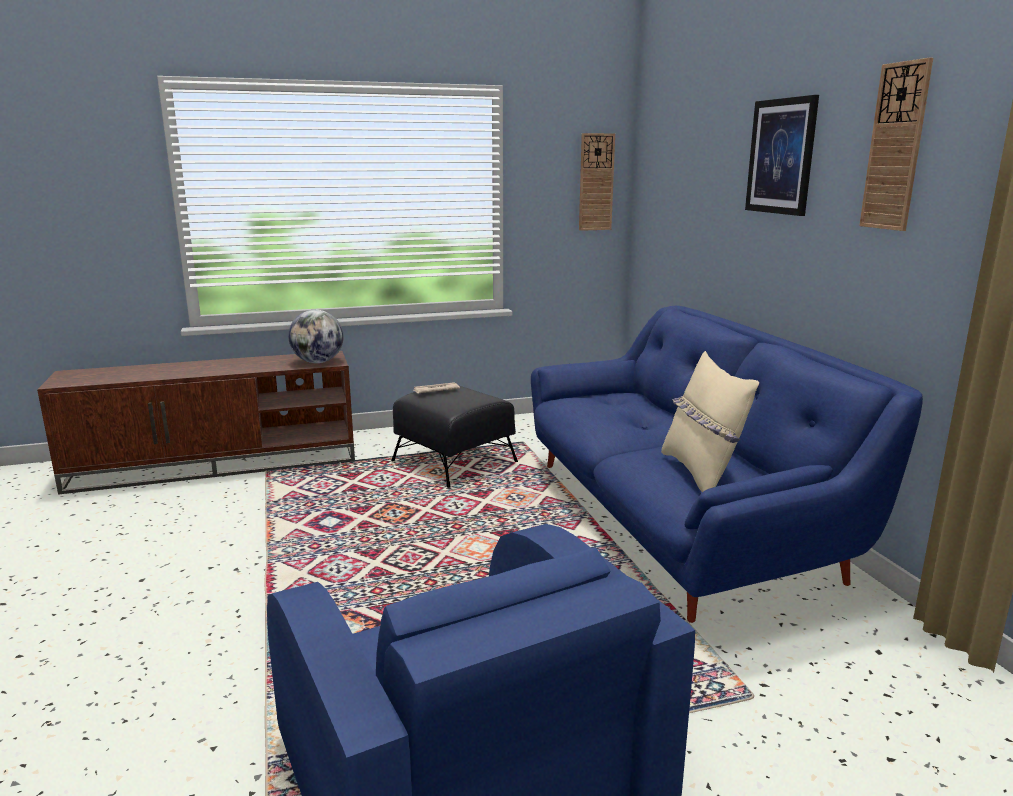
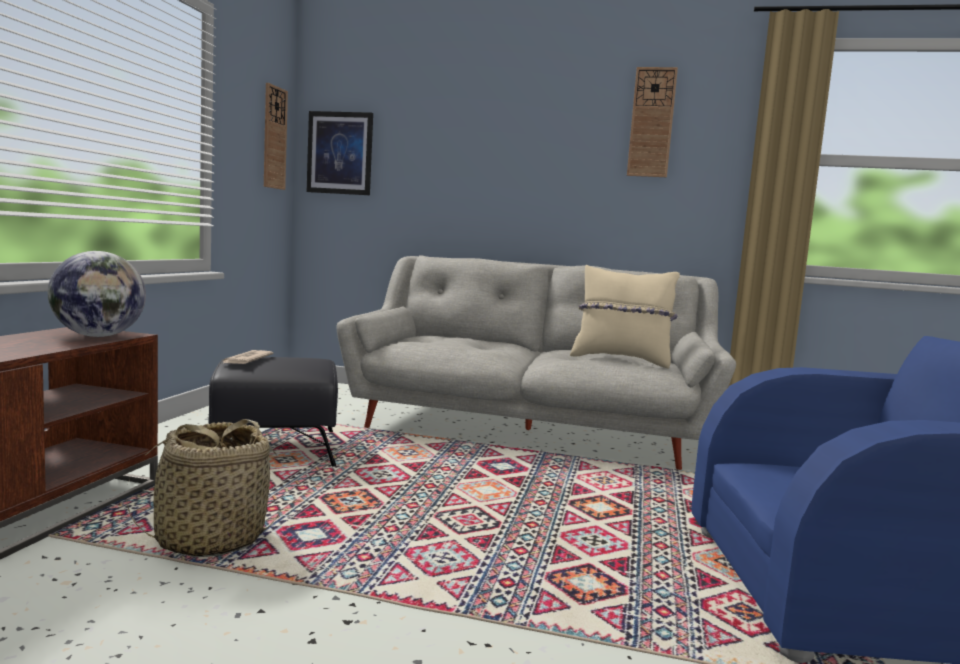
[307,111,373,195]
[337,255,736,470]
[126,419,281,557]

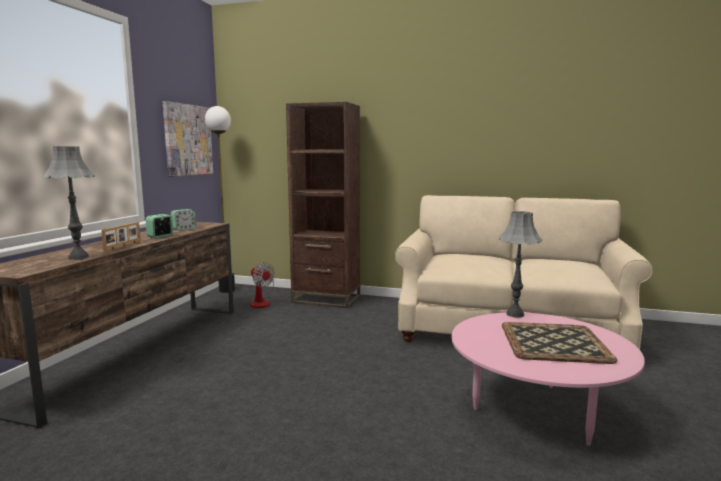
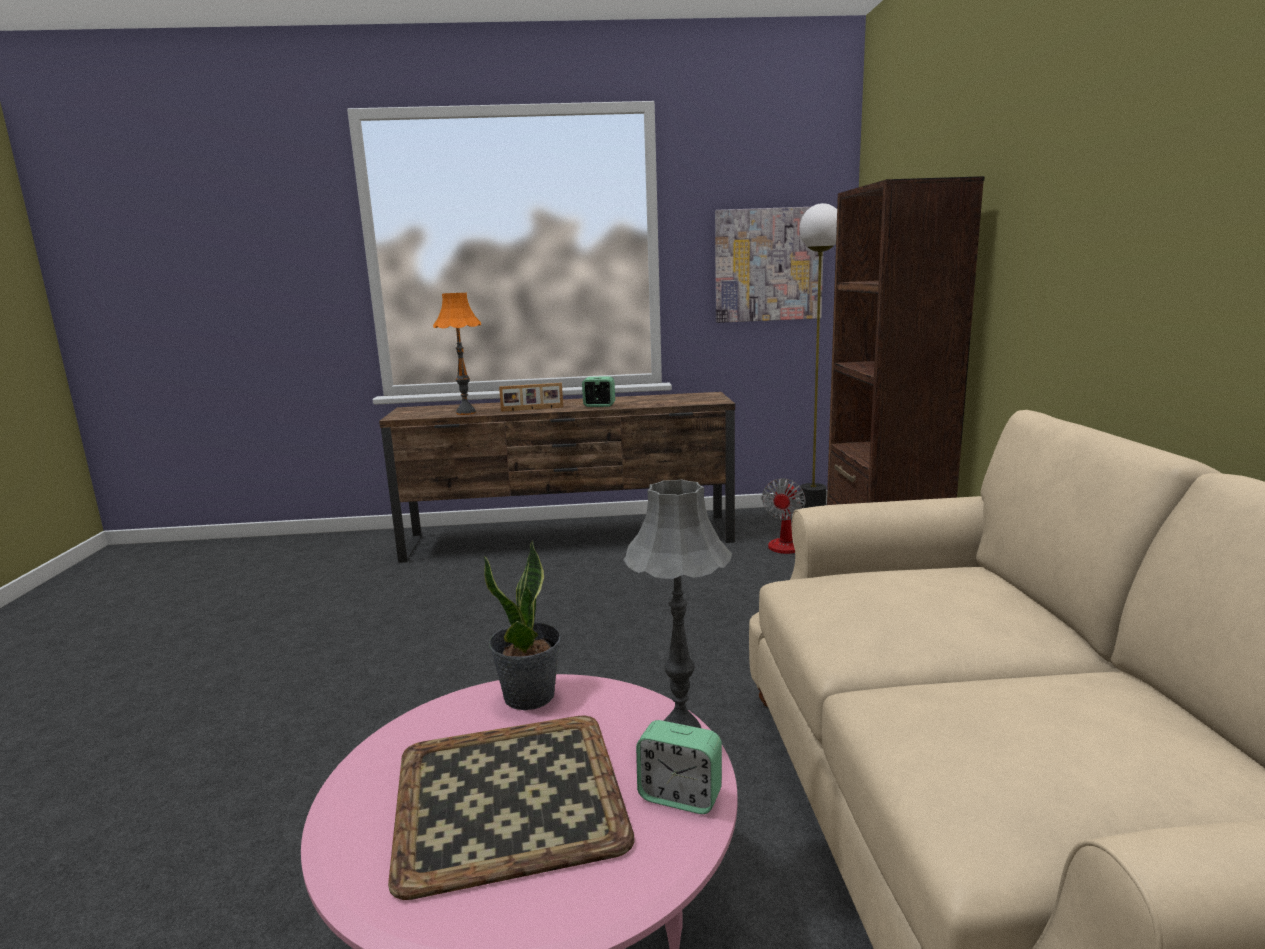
[433,293,481,415]
[636,720,722,814]
[484,540,561,710]

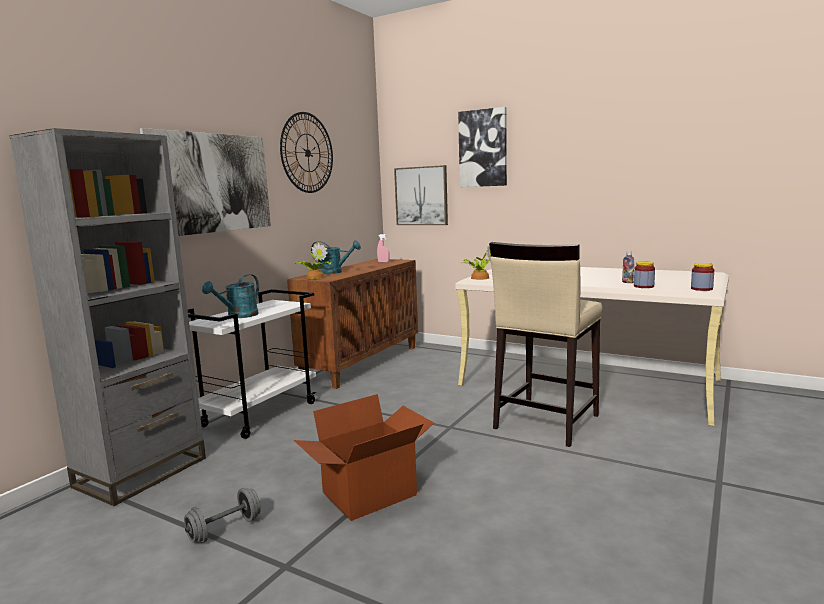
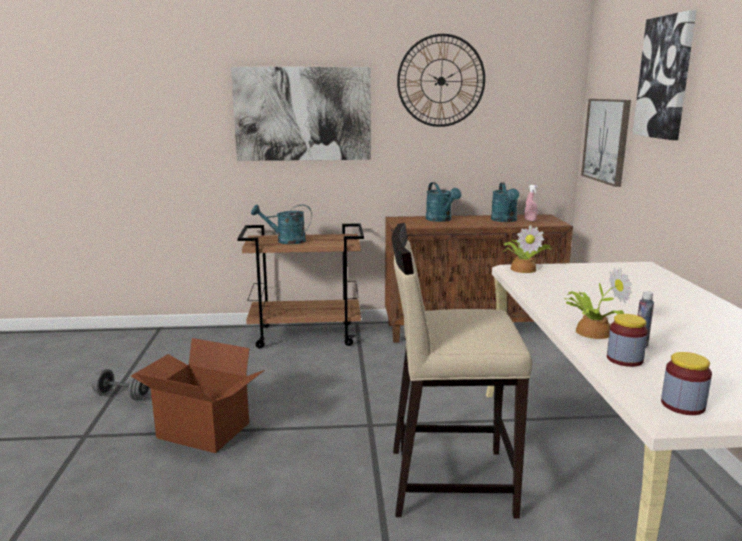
[9,128,206,506] (first image)
[565,268,632,339]
[237,223,364,349]
[491,182,519,222]

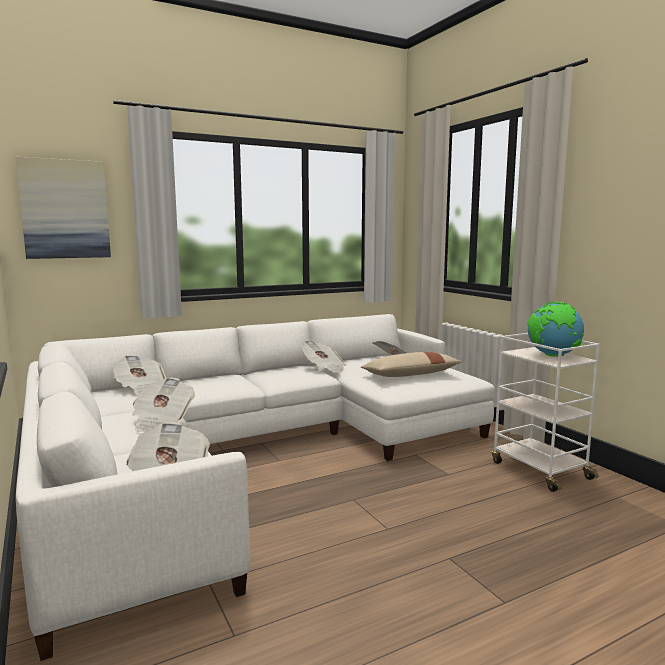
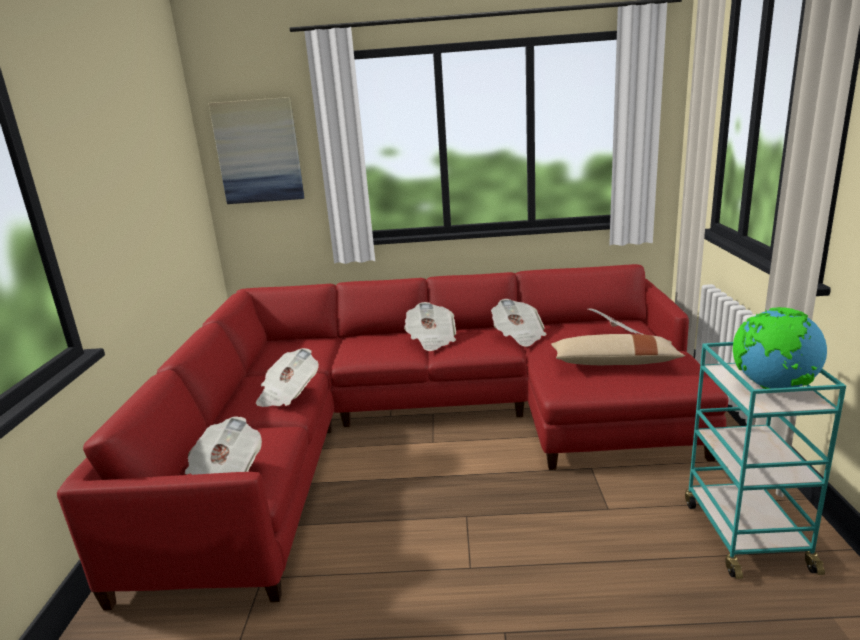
[57,264,728,610]
[685,342,846,579]
[404,302,456,351]

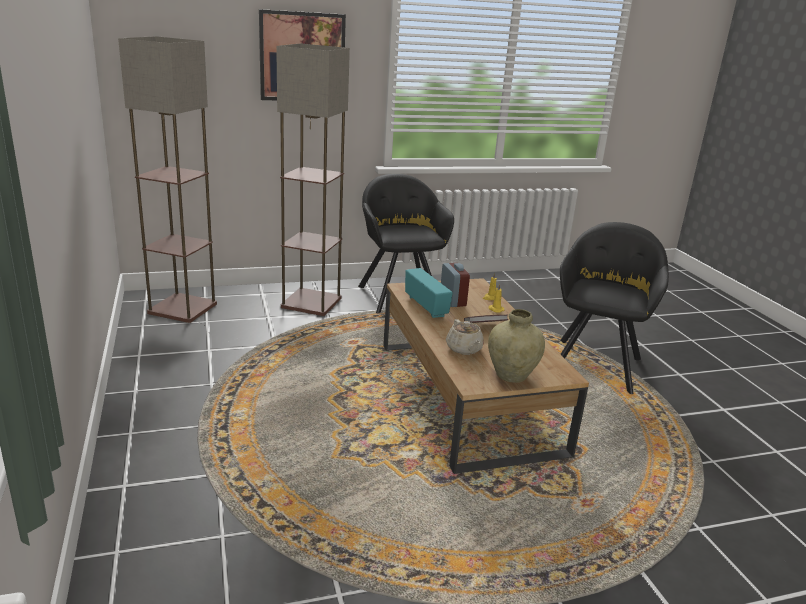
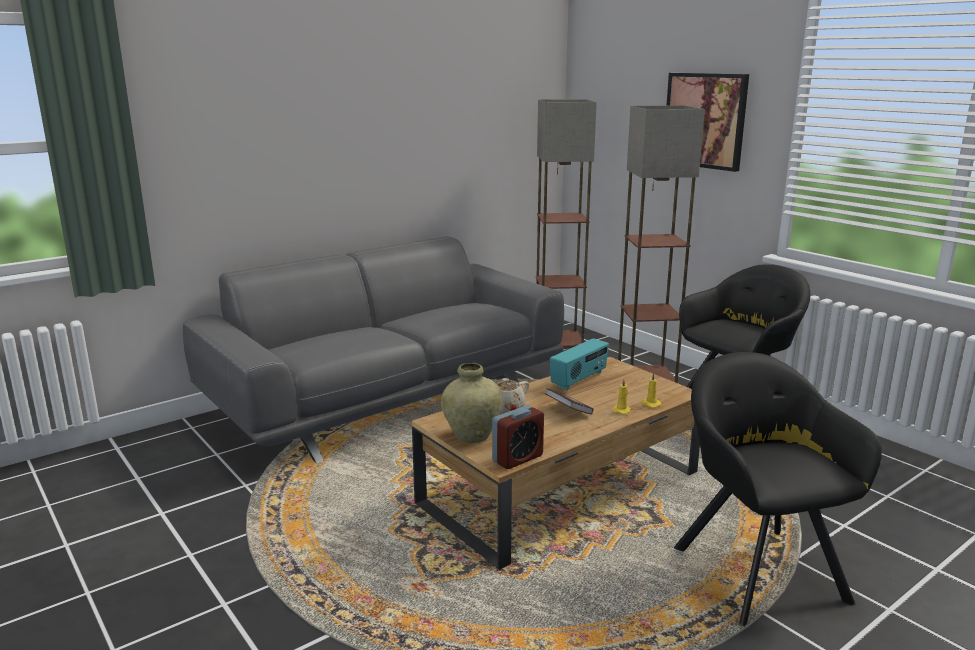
[674,352,882,626]
[492,405,544,469]
[183,236,564,463]

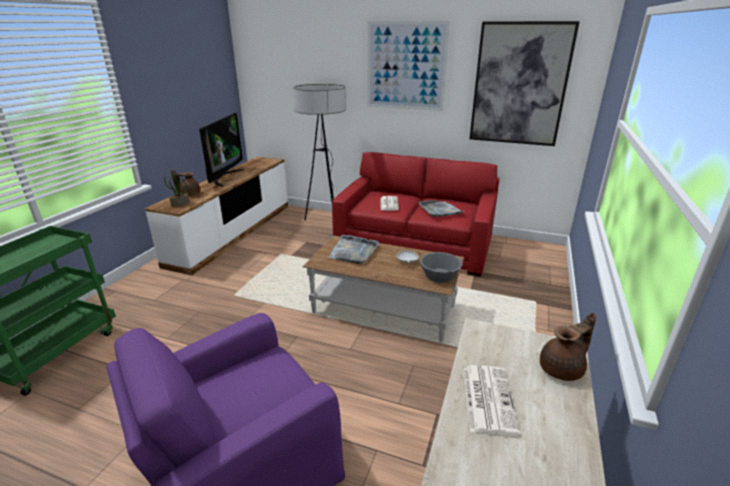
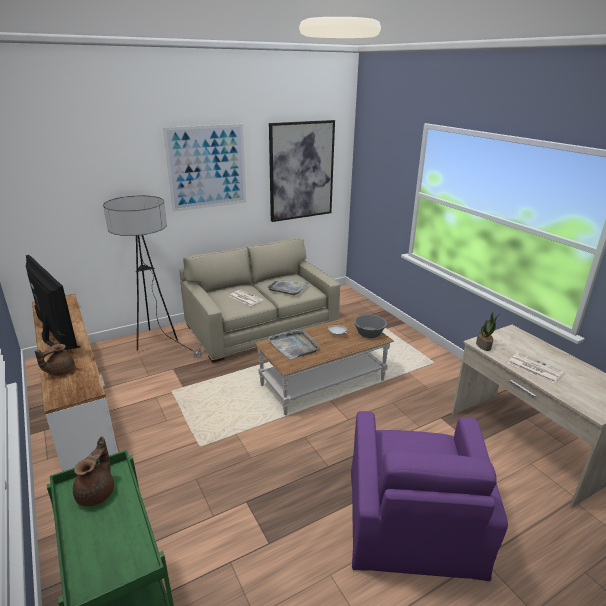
[179,238,340,363]
[476,312,500,351]
[73,436,114,507]

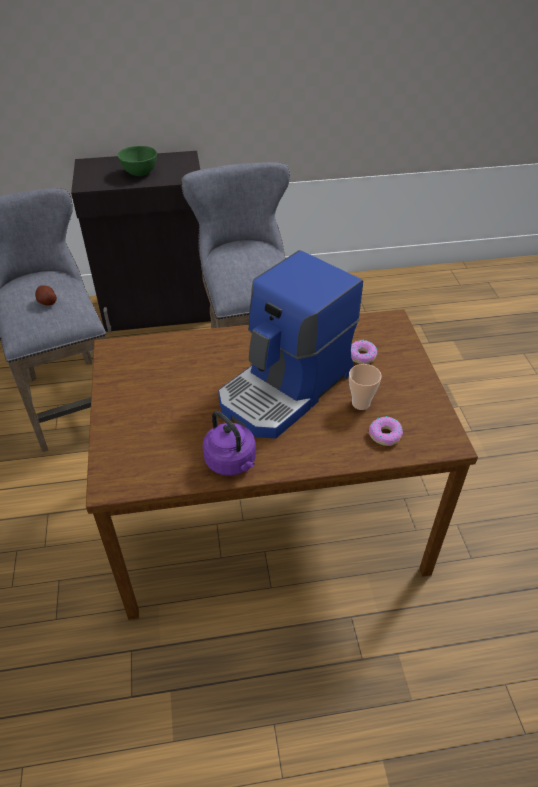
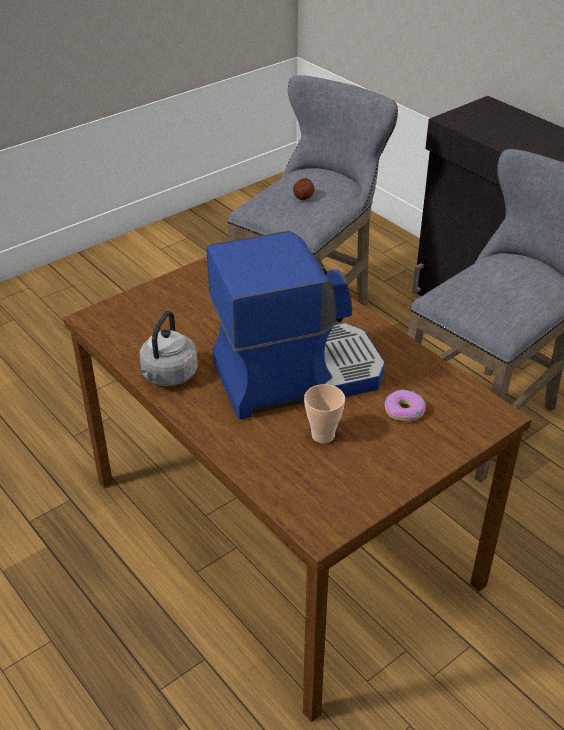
[118,146,157,176] (first image)
[207,231,385,420]
[140,311,198,386]
[369,416,403,446] (first image)

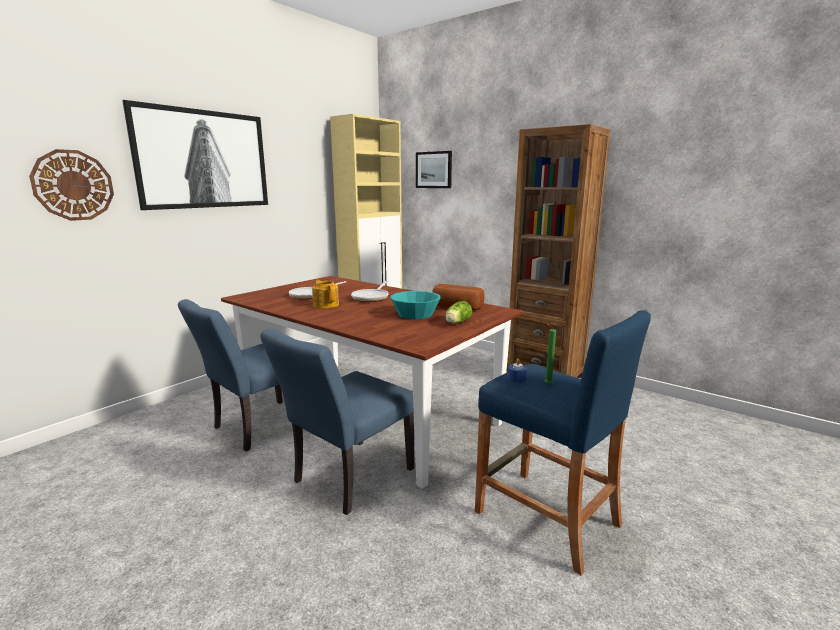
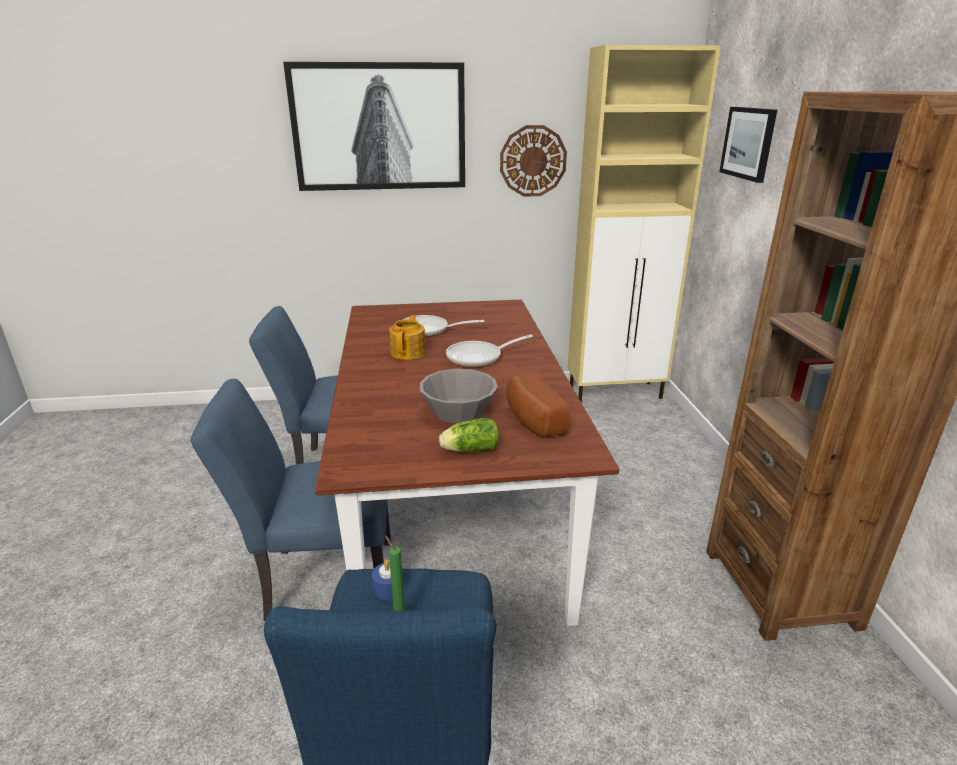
[500,125,567,197]
[420,369,498,423]

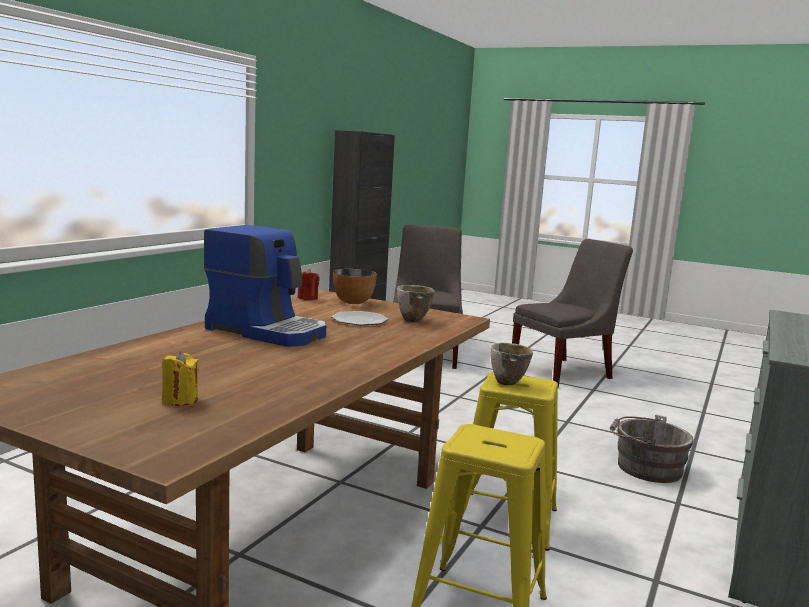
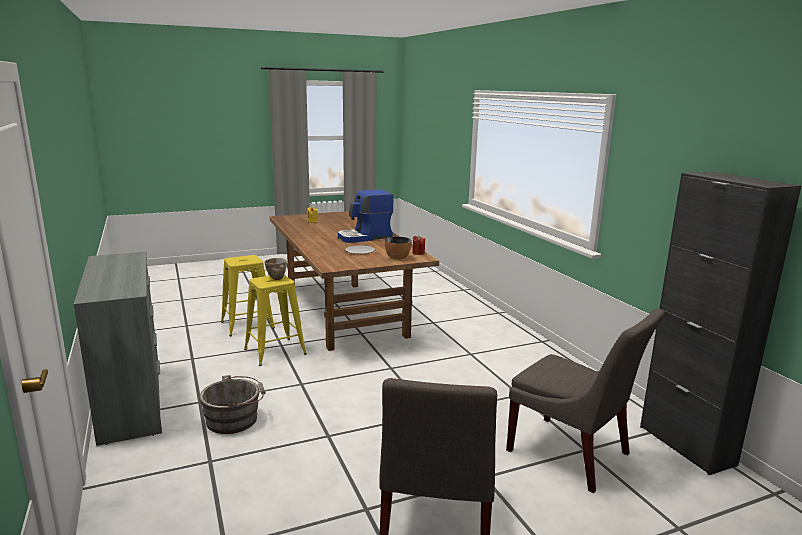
[397,285,435,322] (first image)

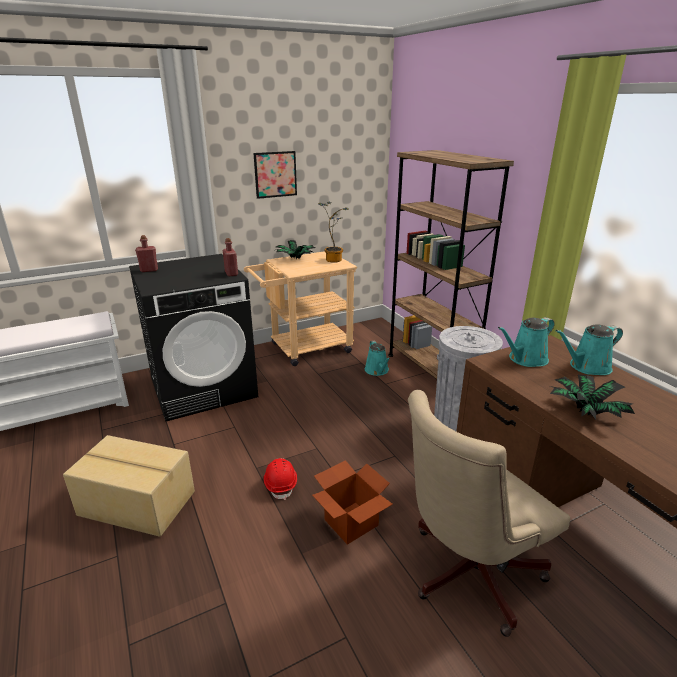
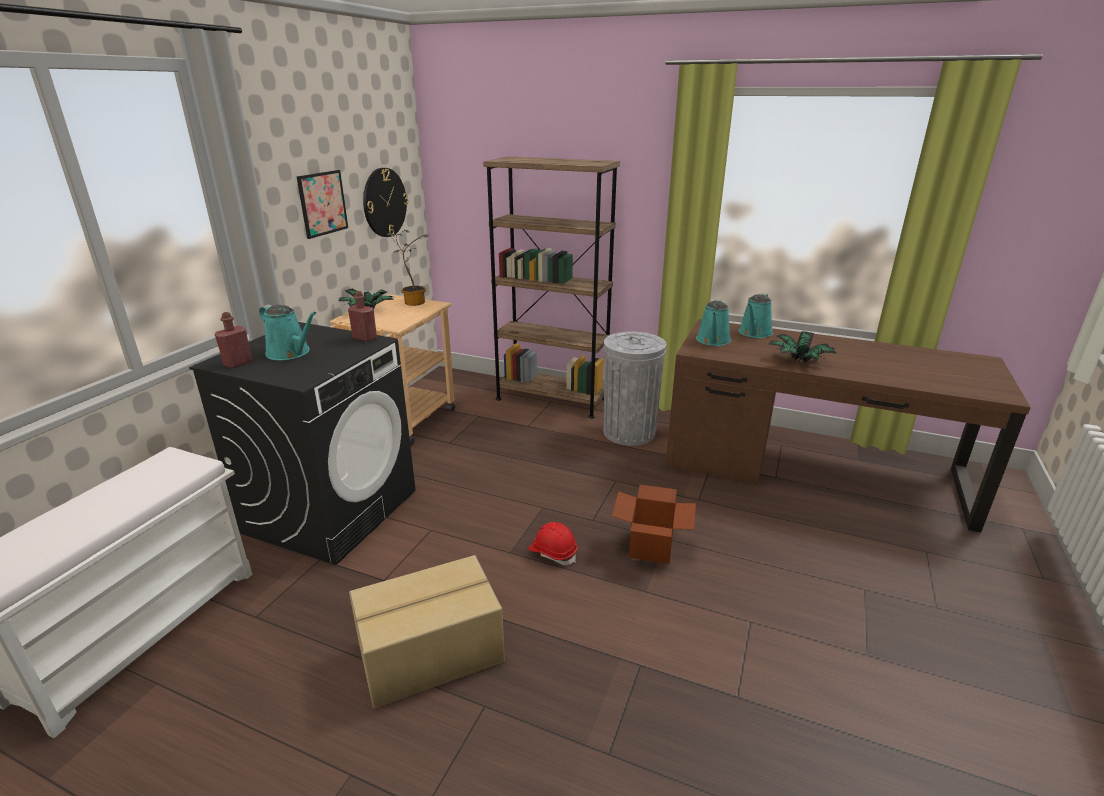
[259,305,317,360]
[408,390,570,637] (first image)
[363,168,408,237]

